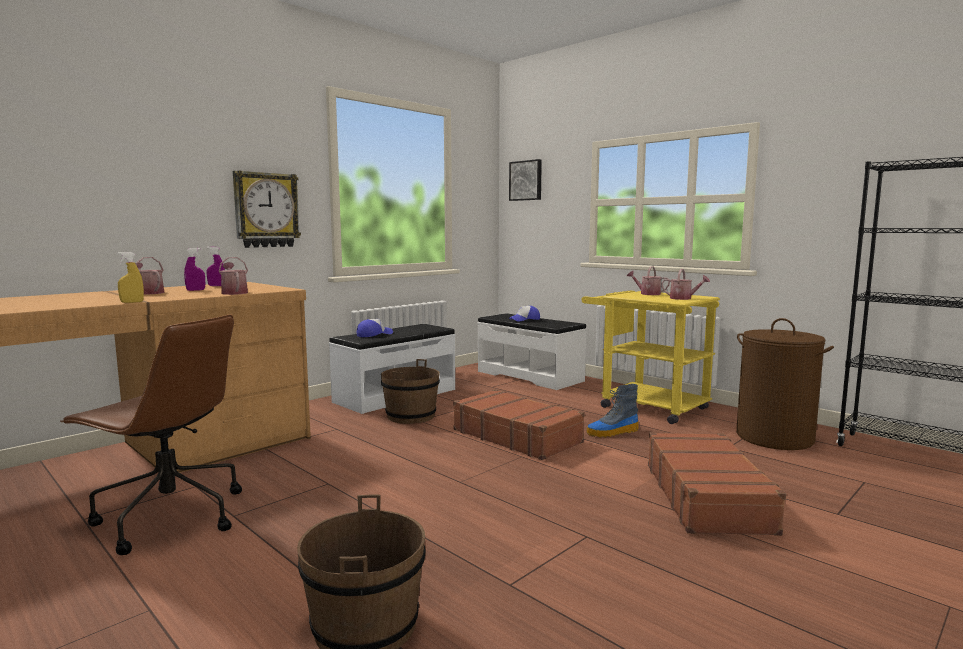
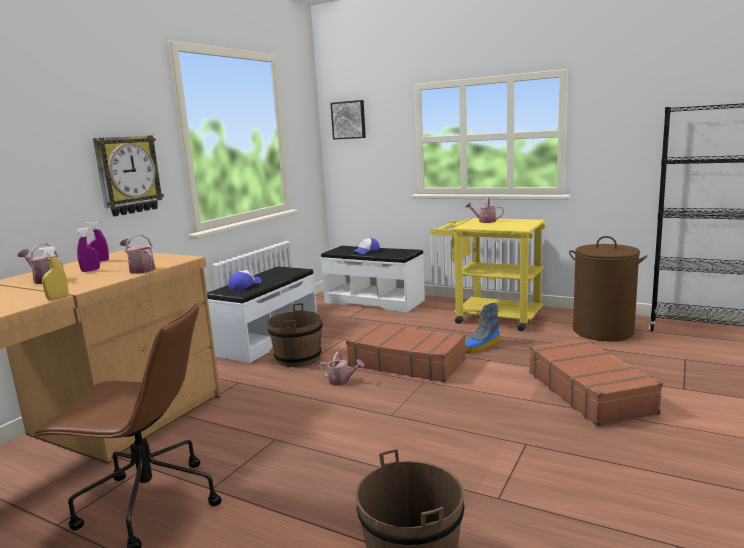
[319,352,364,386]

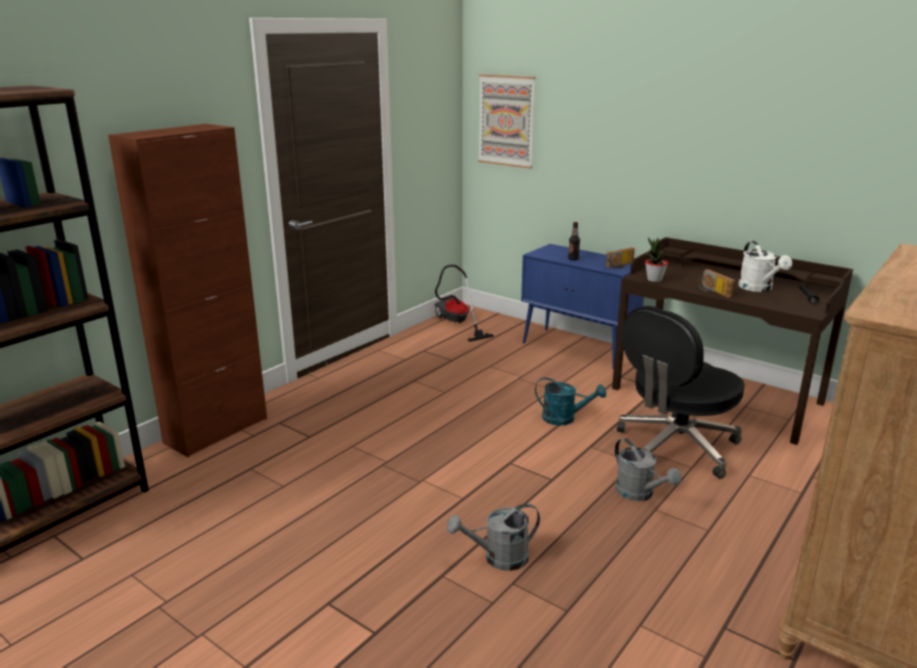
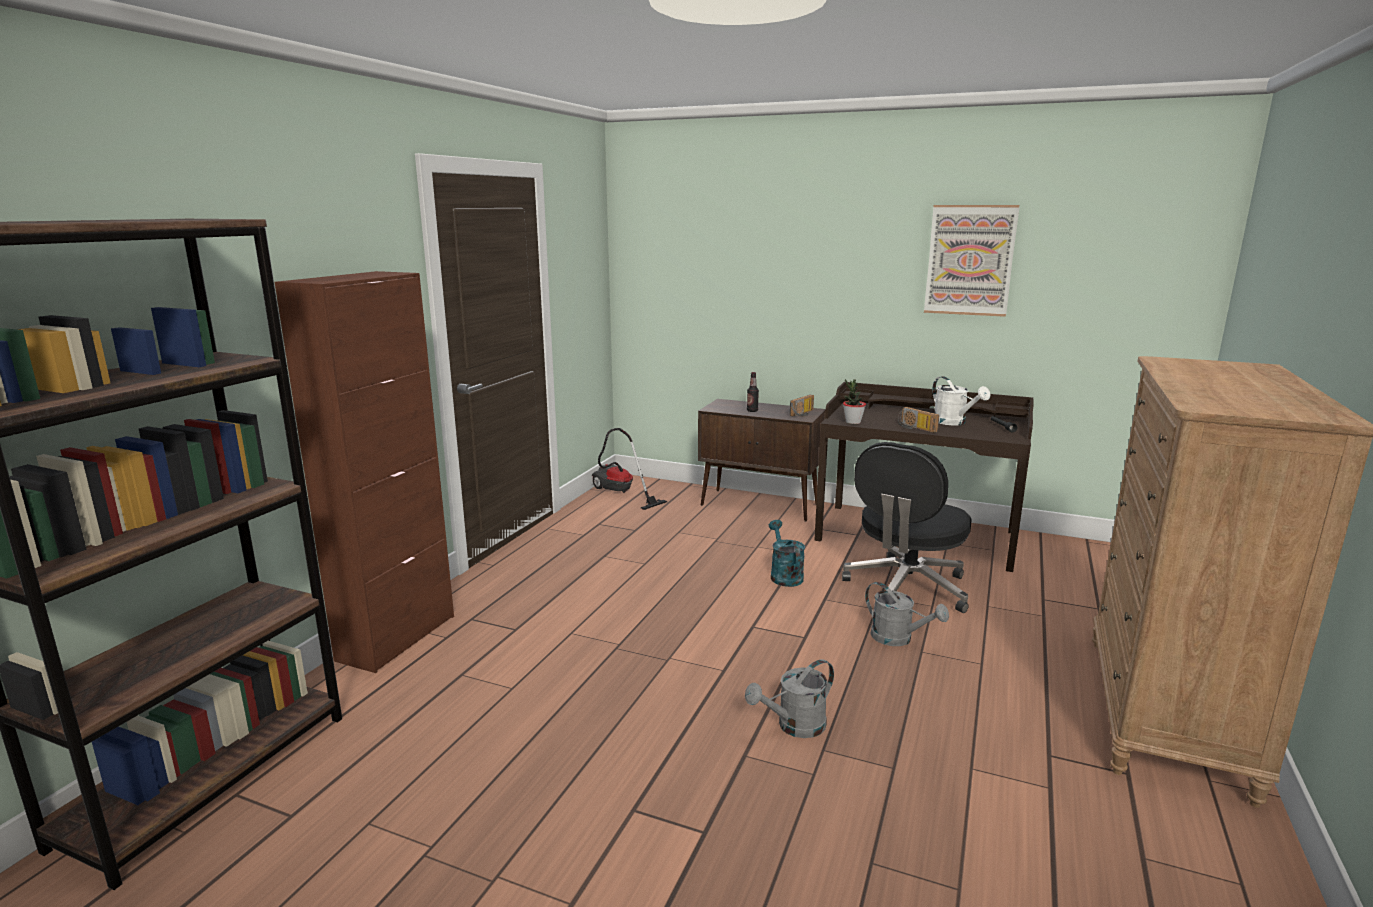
[924,205,1020,317]
[698,399,826,522]
[769,520,805,587]

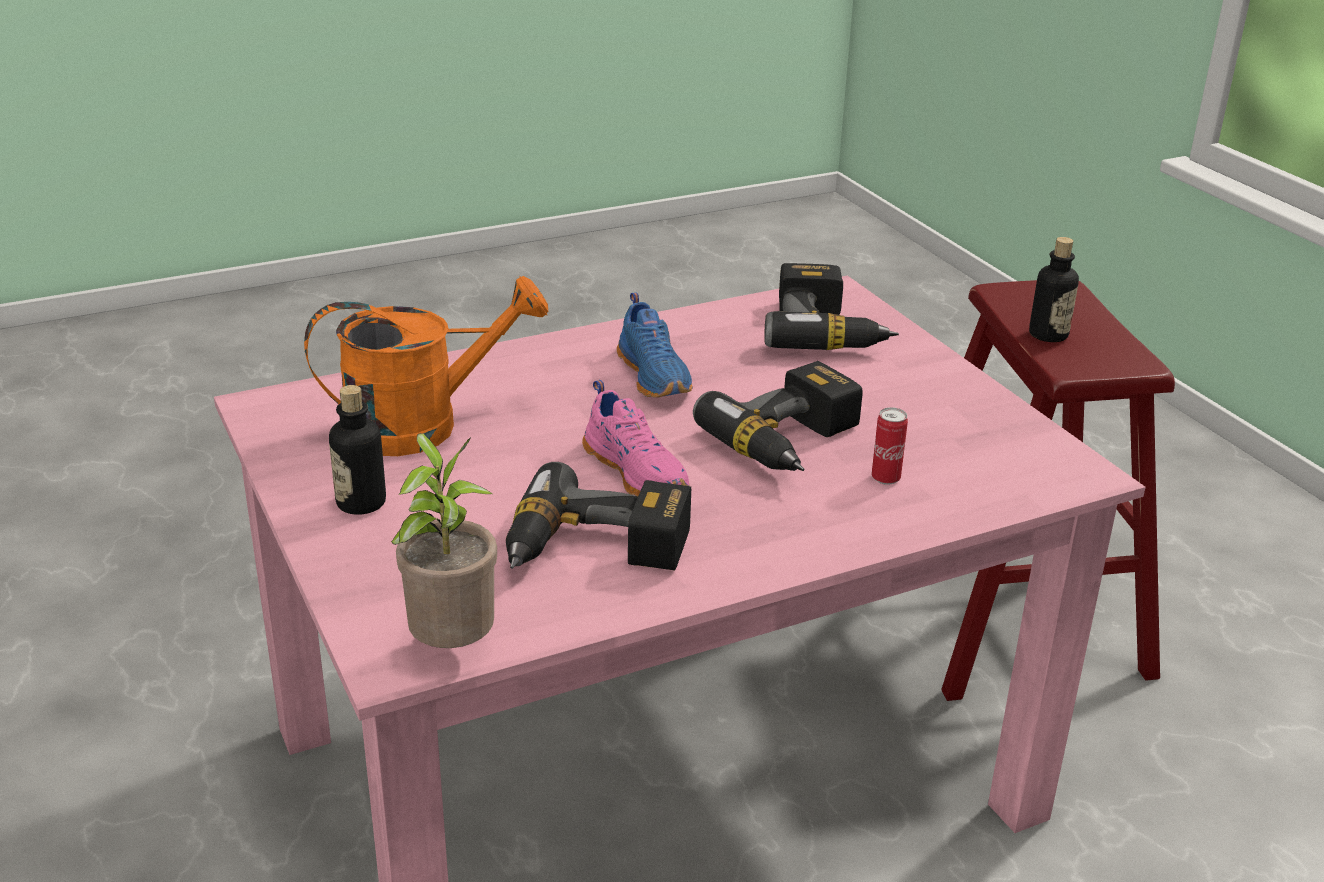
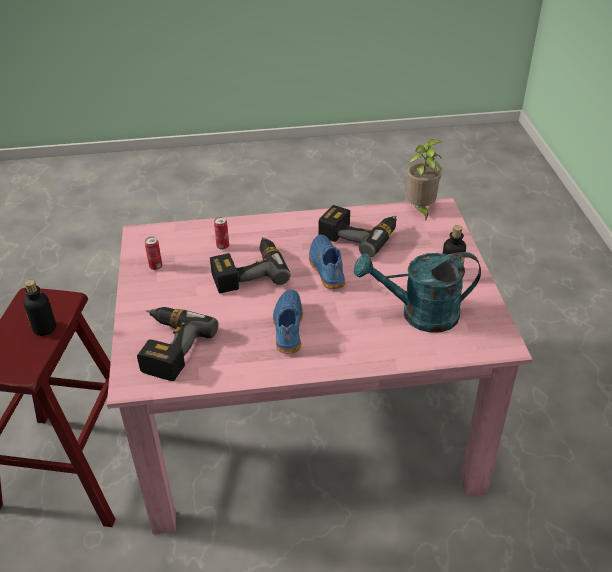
[354,252,481,333]
[309,235,346,289]
[145,236,162,270]

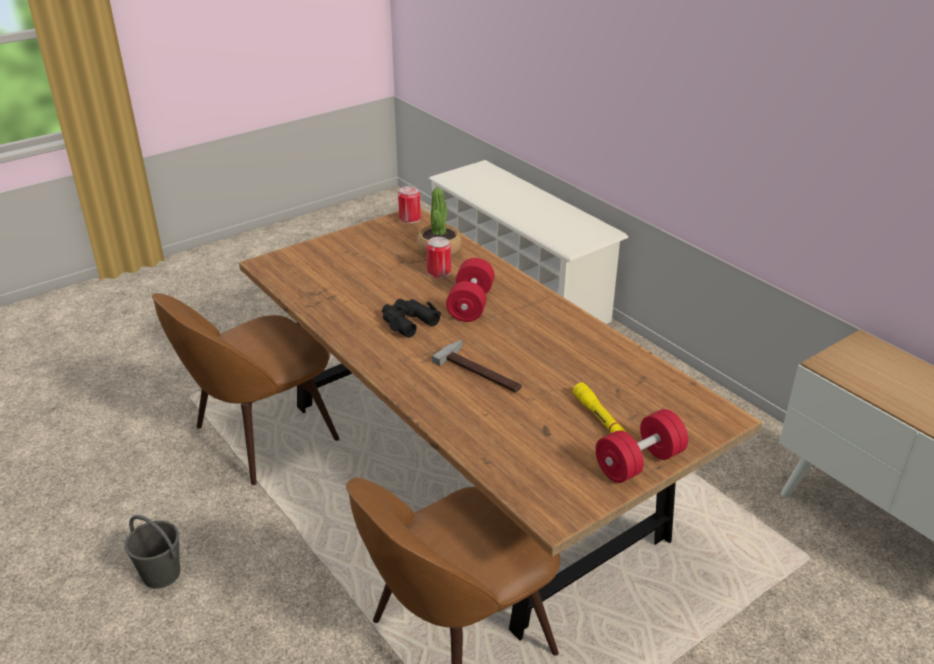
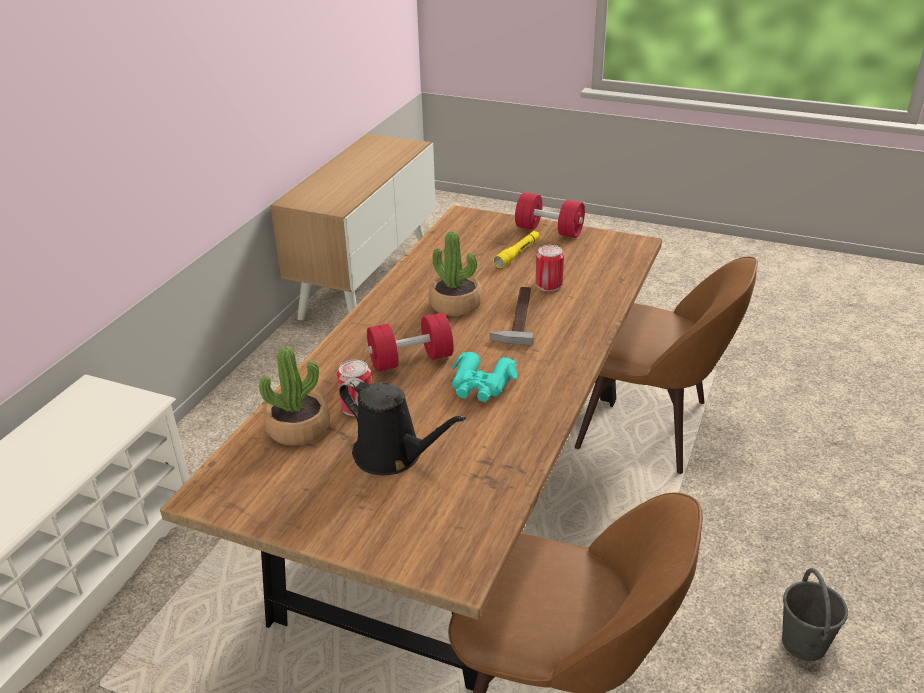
[535,245,564,291]
[452,352,518,402]
[428,231,482,316]
[339,377,466,475]

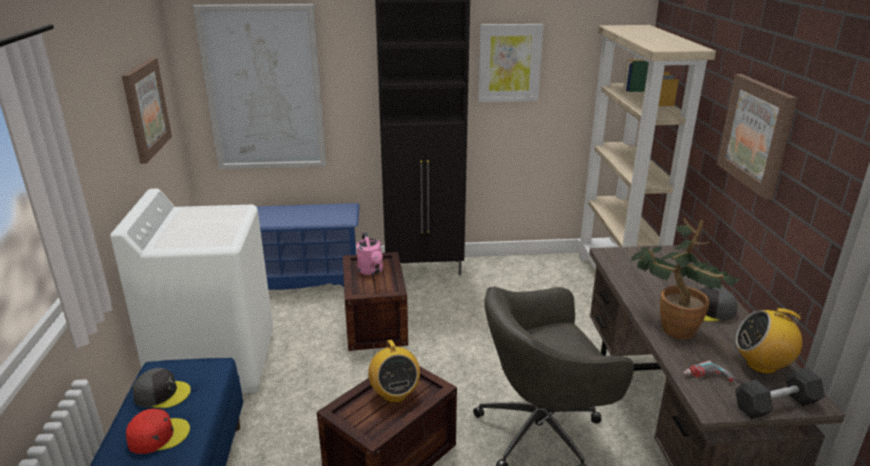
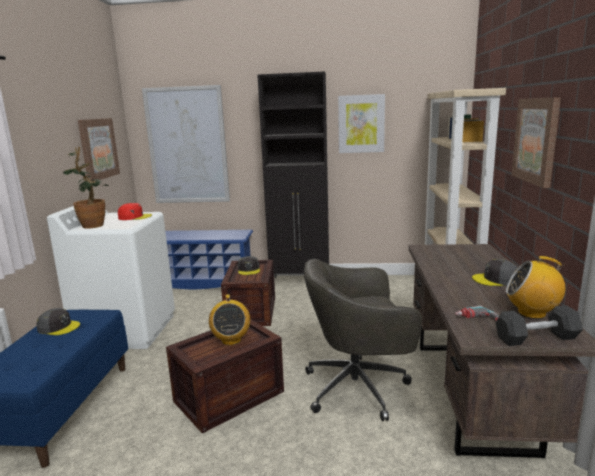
[63,147,108,228]
[238,256,260,275]
[118,203,152,220]

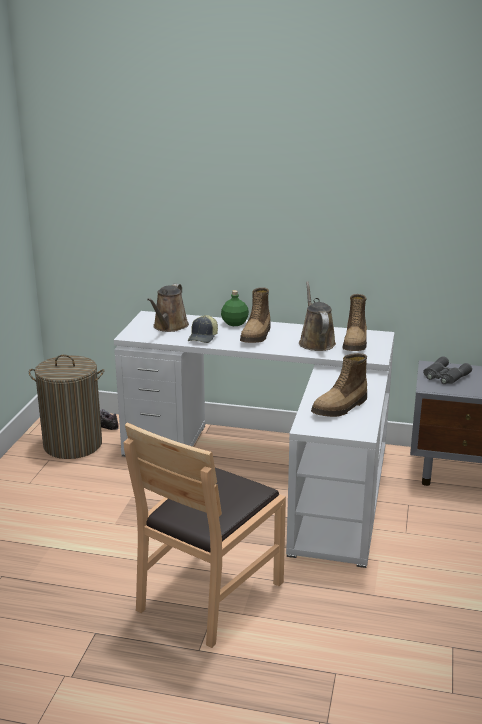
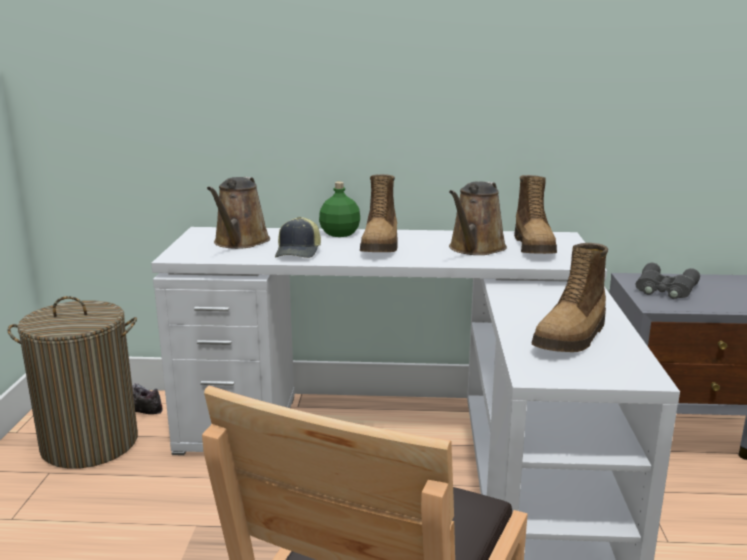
[449,181,507,255]

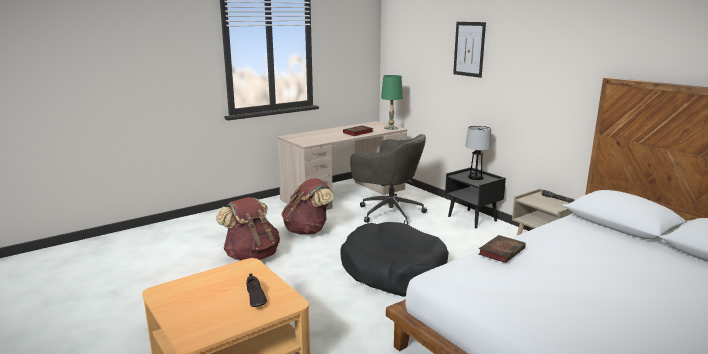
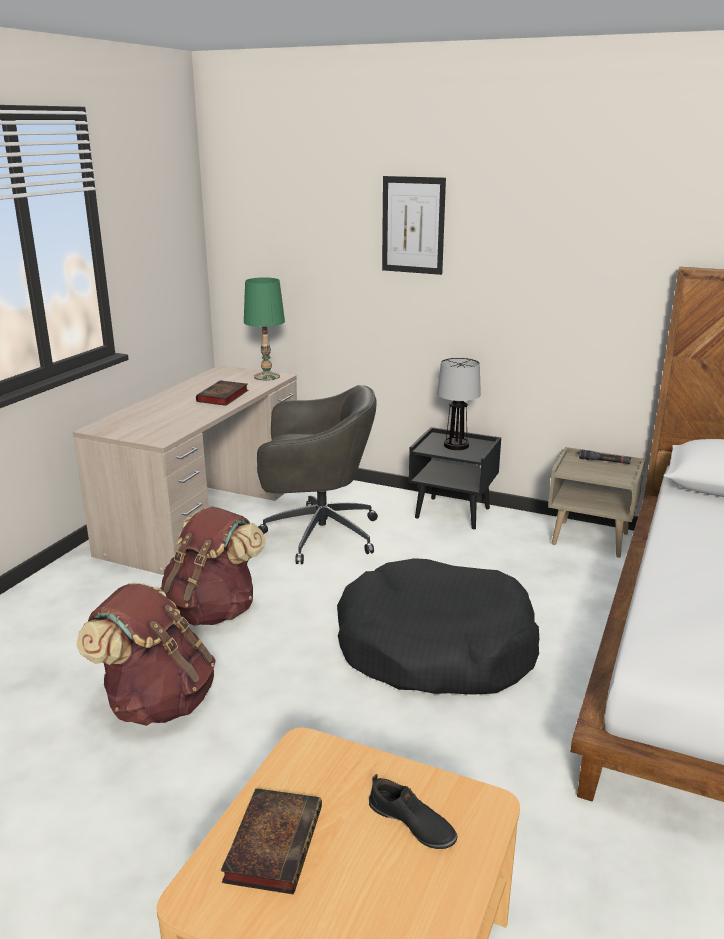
[221,788,322,894]

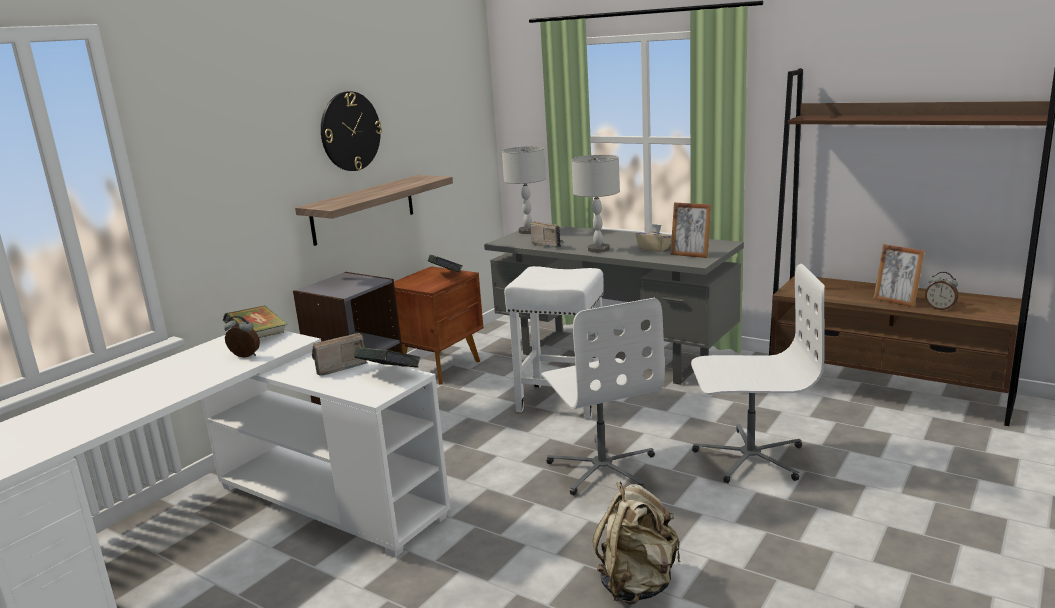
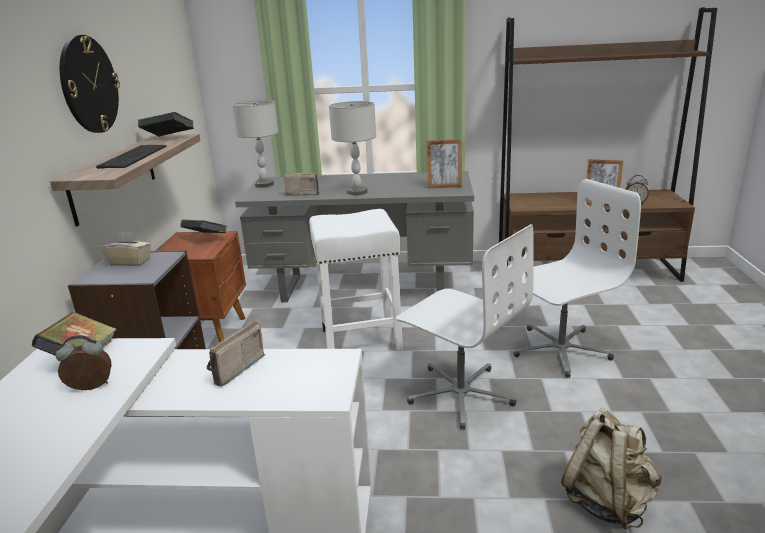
[101,232,151,266]
[138,112,194,137]
[96,145,167,169]

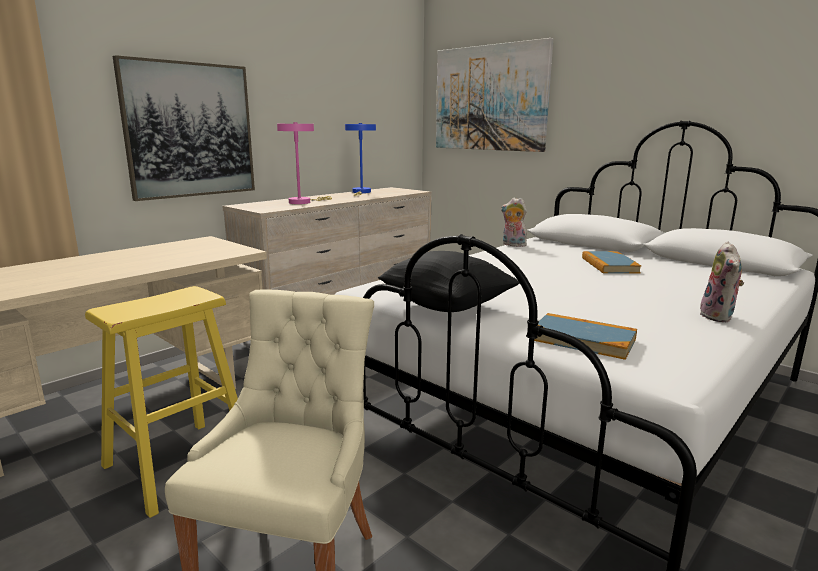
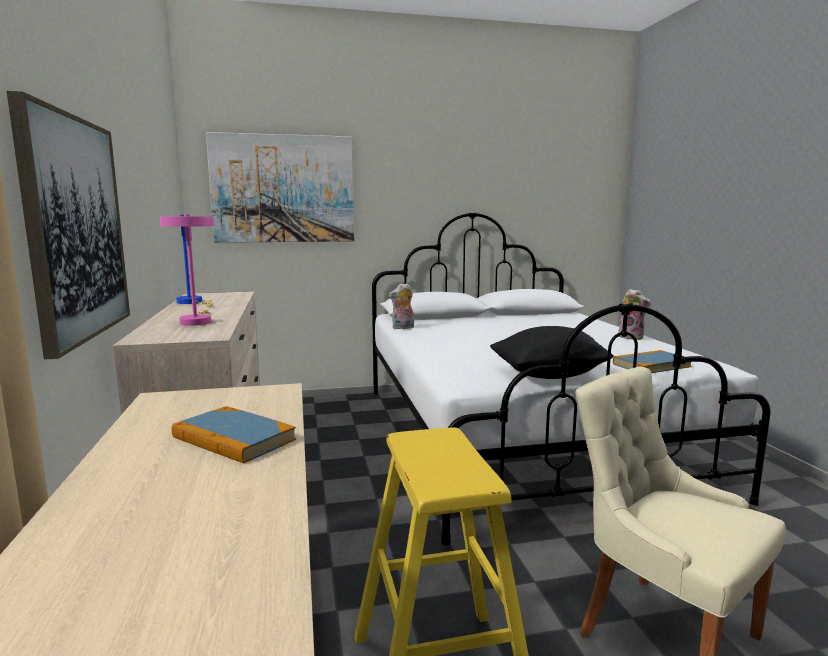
[171,406,296,464]

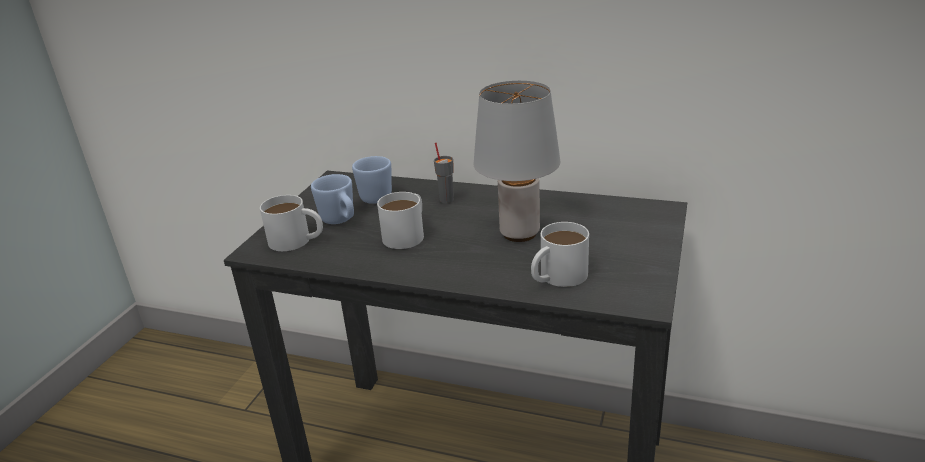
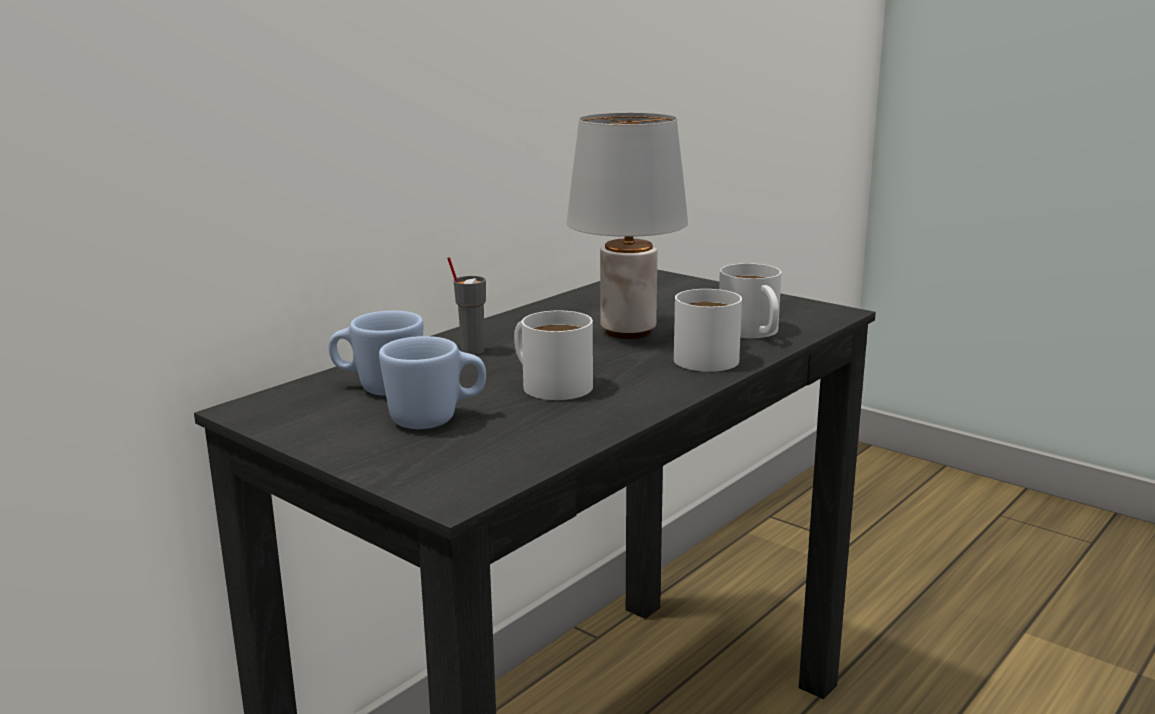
[674,289,742,372]

